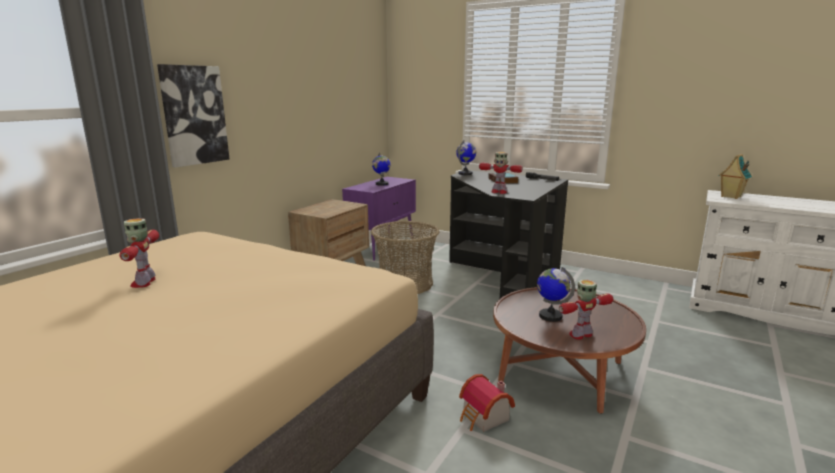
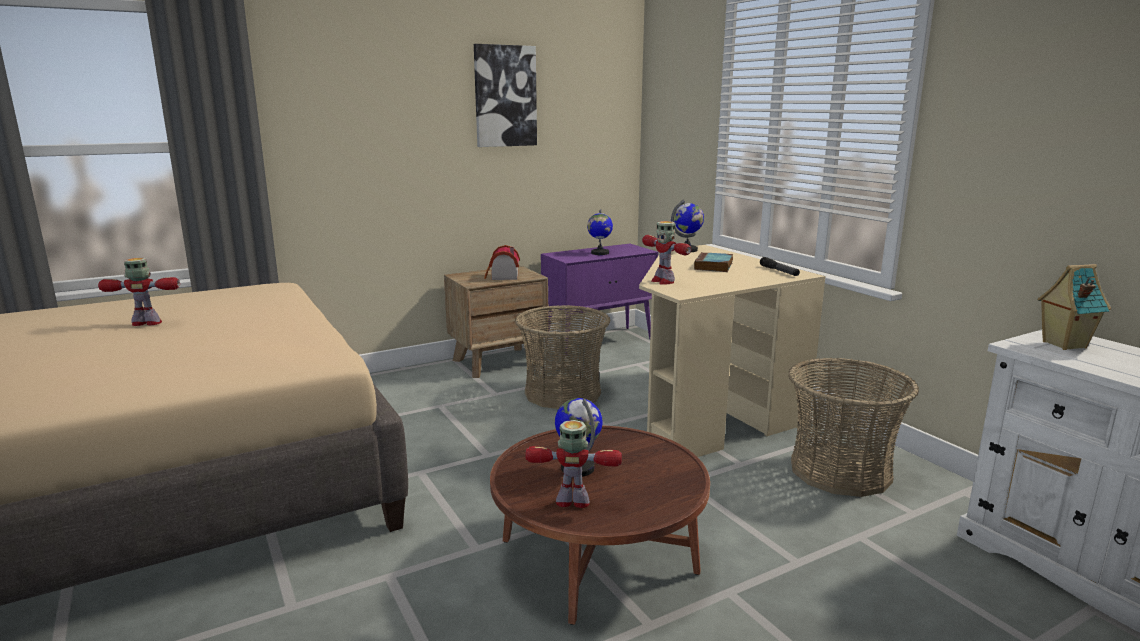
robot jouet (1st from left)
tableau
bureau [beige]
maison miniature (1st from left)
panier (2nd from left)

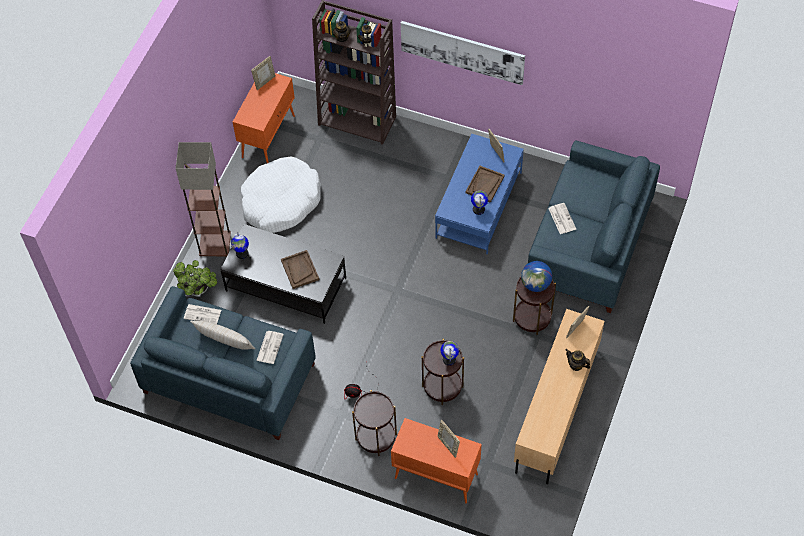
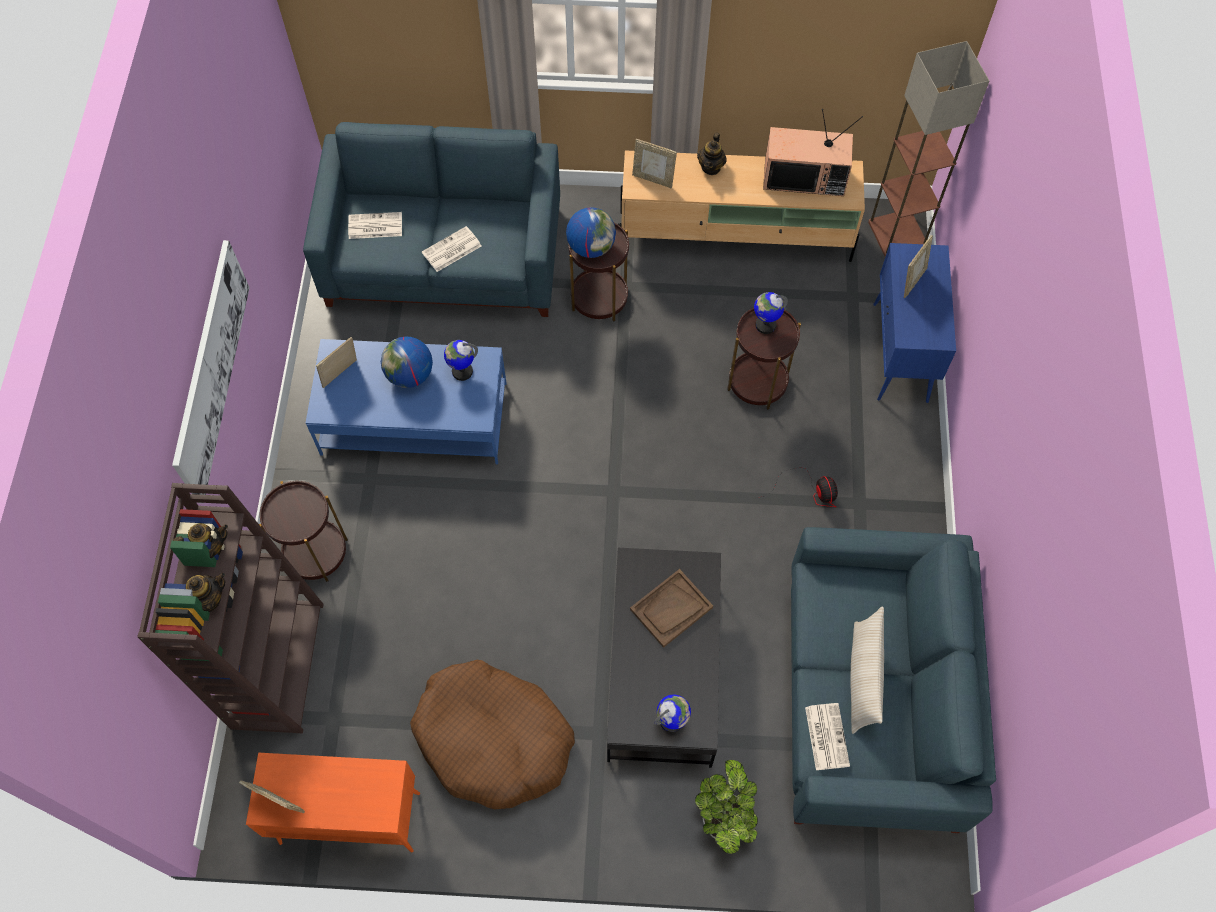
lampadaire
panier pour chien [marron]
journal (1st from left)
table d'appoint [marron] (1st from left)
meuble de rangement [bleu]
globe (1st from left)
téléviseur

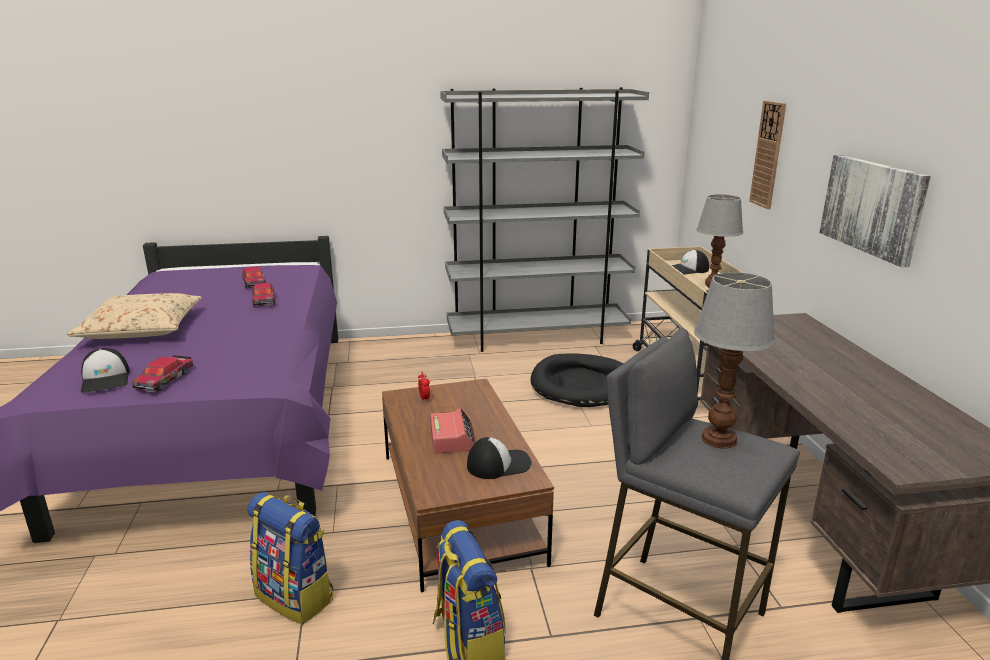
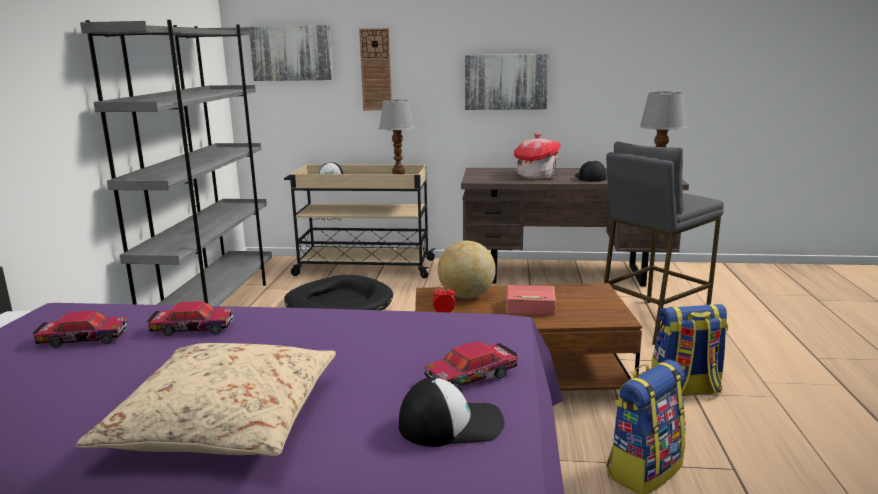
petite voiture (3rd from left)
casquette (3rd from left)
tableau (1st from left)
globe
maison miniature

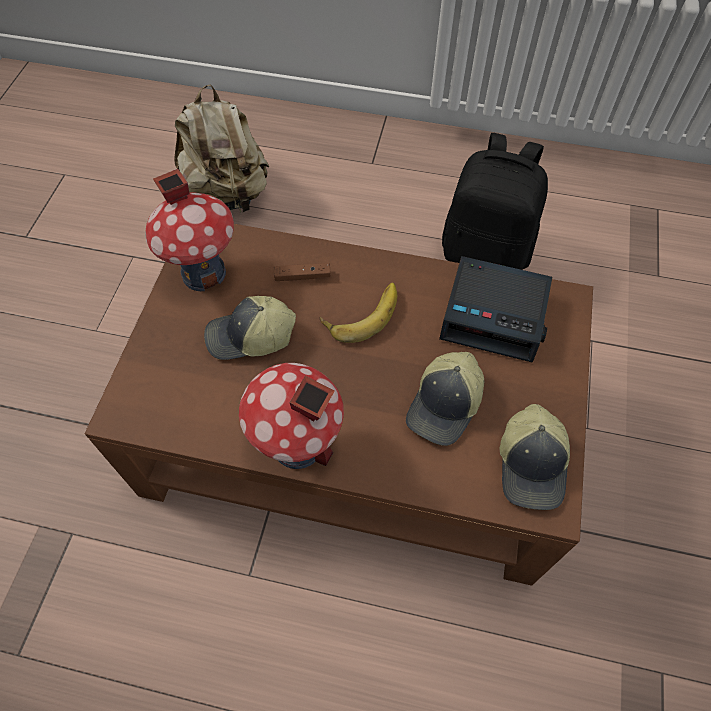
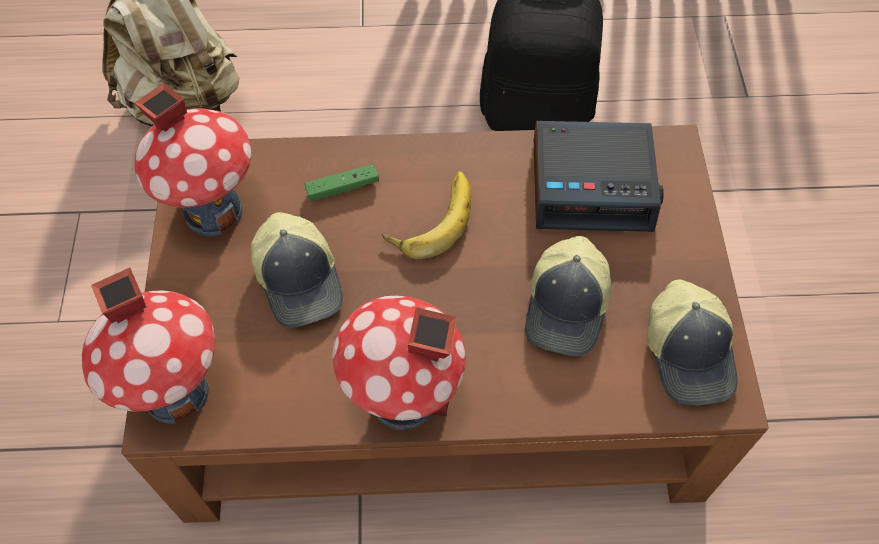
casquette (1st from left)
manette [vert]
maison miniature (1st from left)

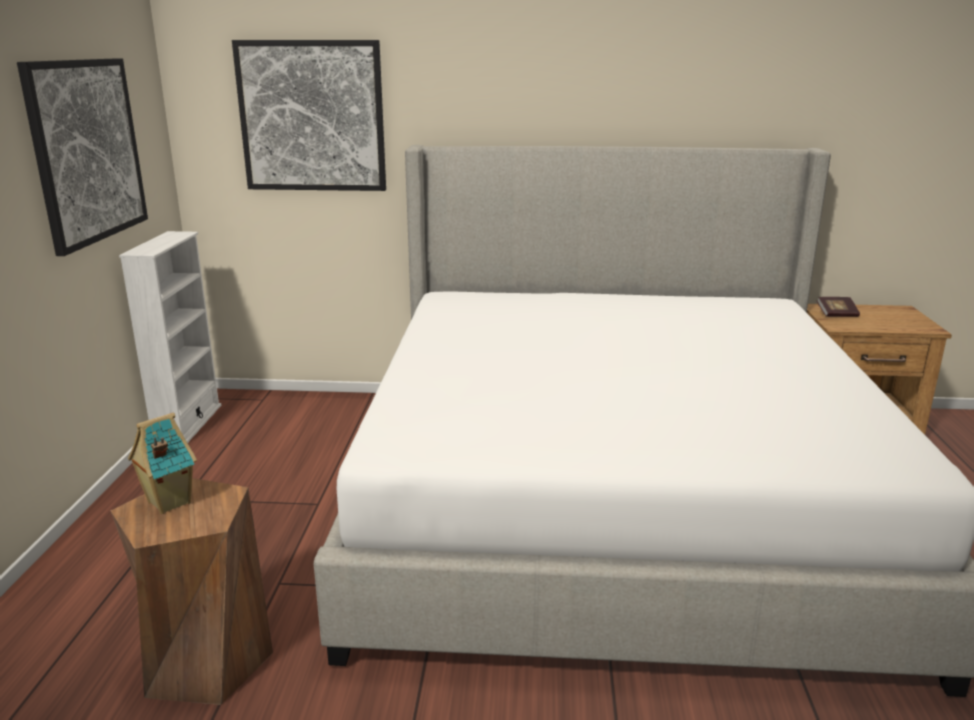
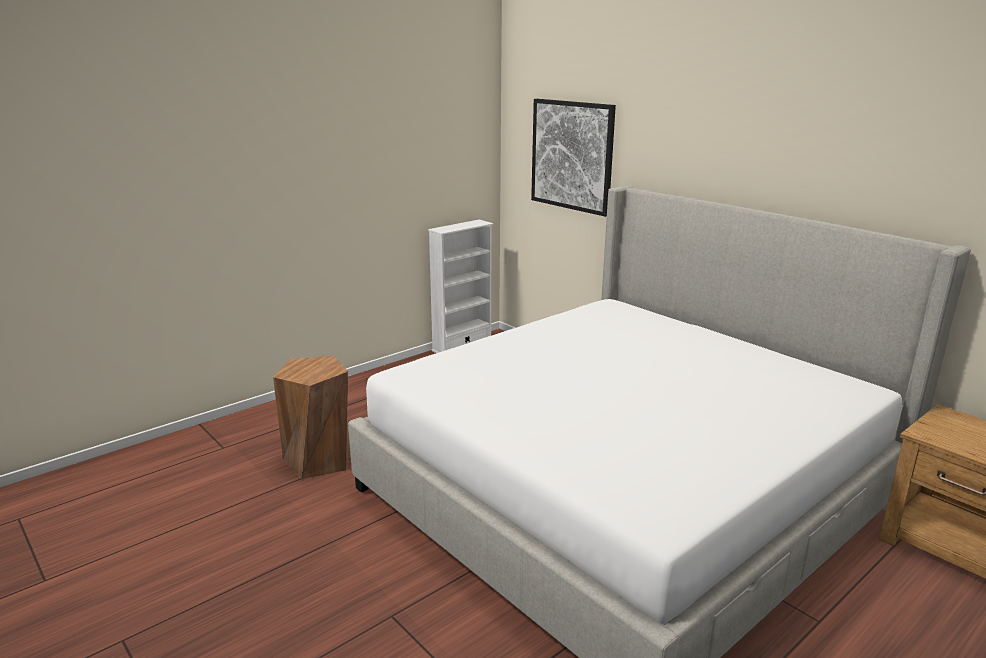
tableau (1st from left in the first image)
maison miniature
livre

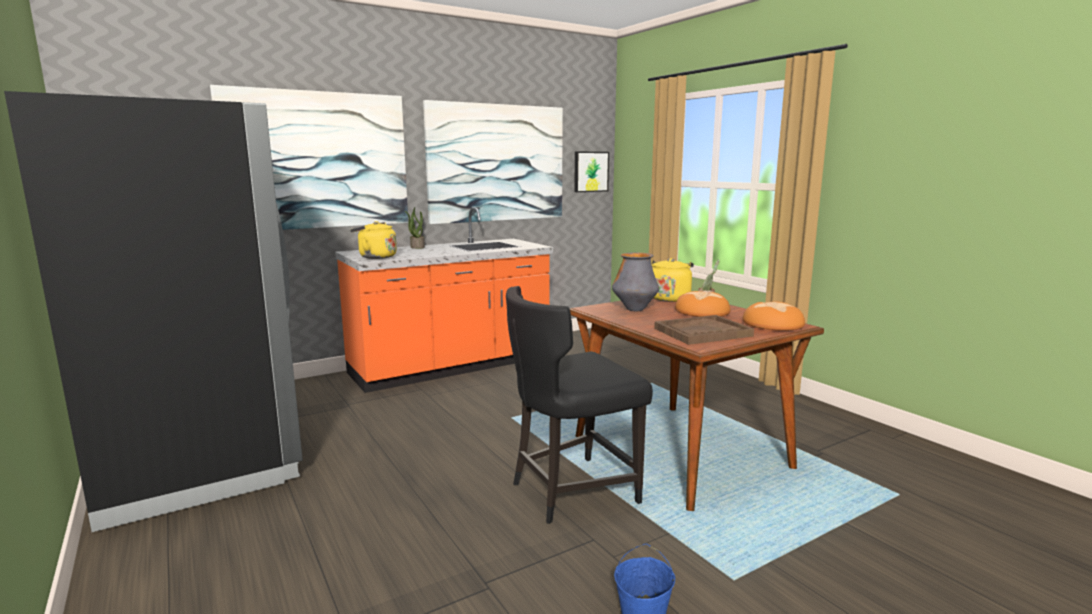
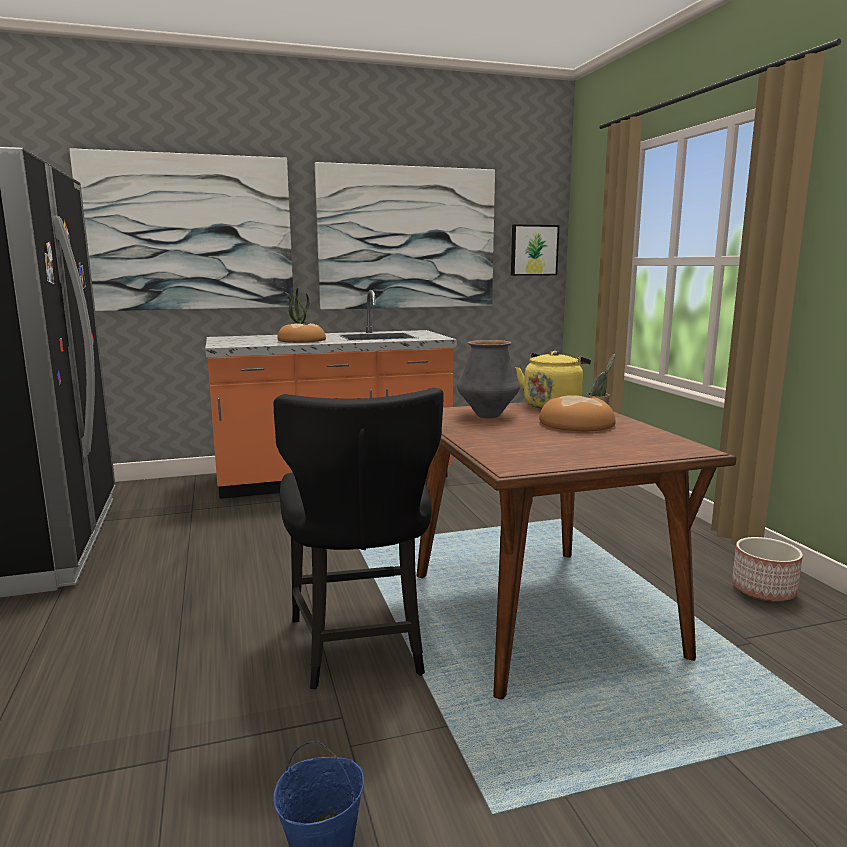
bouilloire [jaune] (1st from left in the first image)
chaise [noir]
plateau [marron]
pain (1st from left)
cache-pot

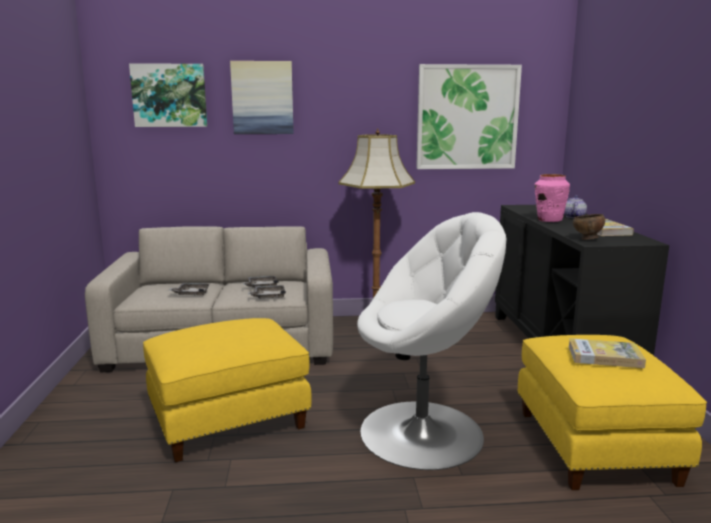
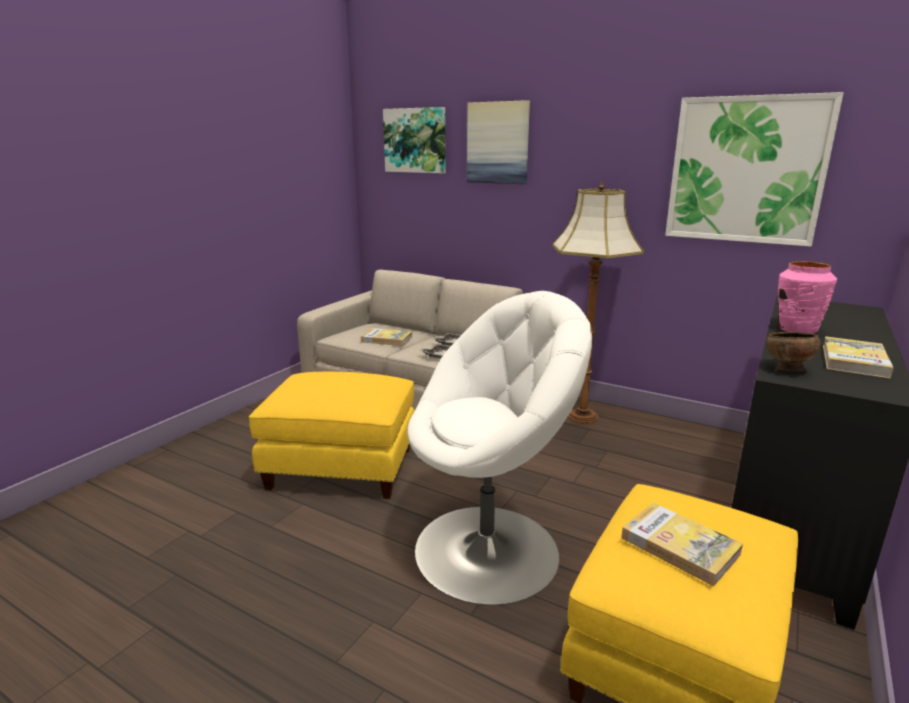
livre (1st from left)
fauteuil [blanc]
théière

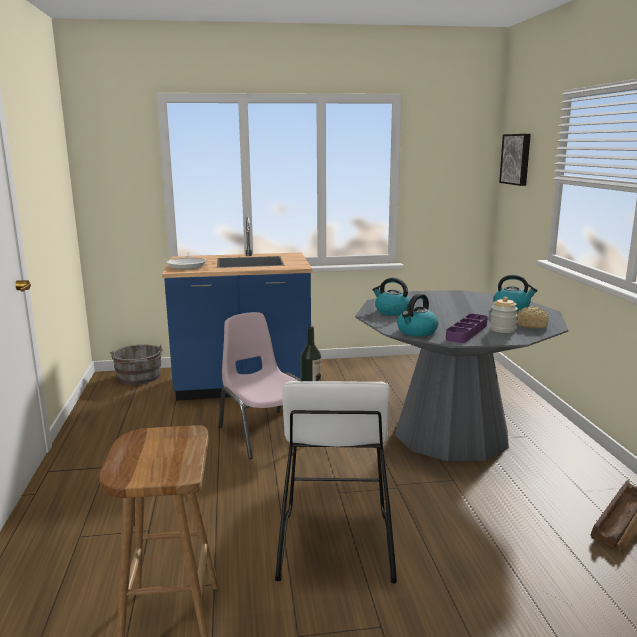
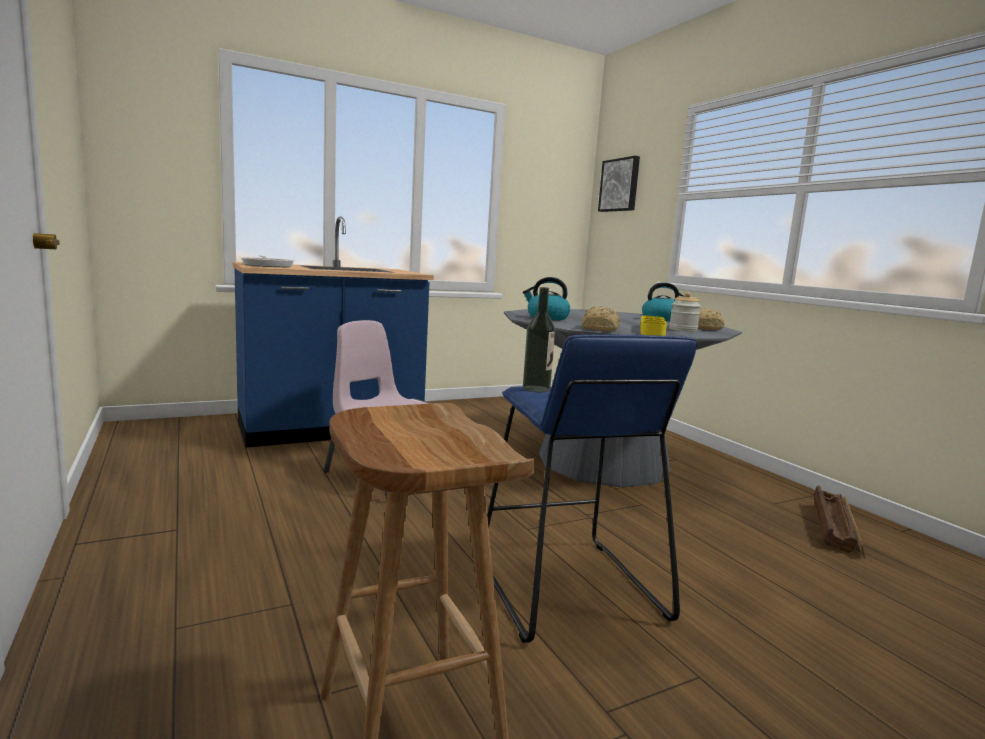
seau [gris]
tabouret [bleu]
pain (1st from left)
plateau [jaune]

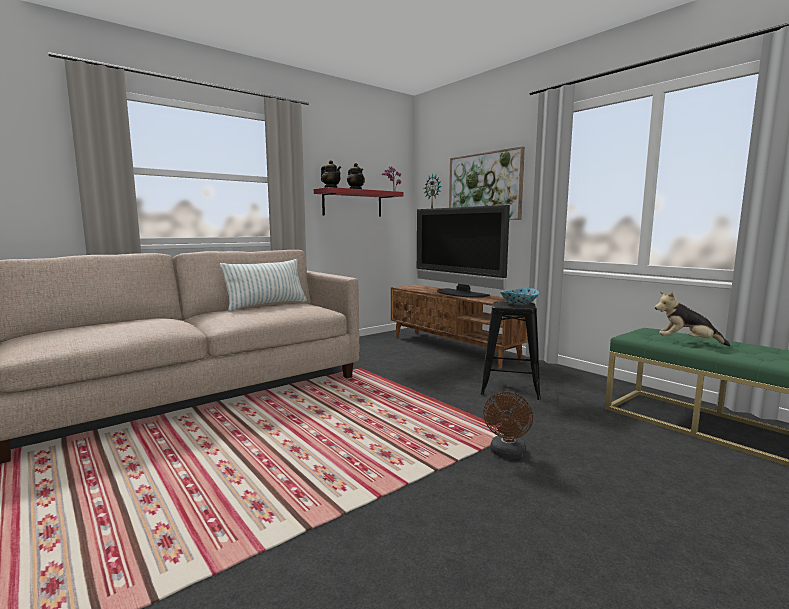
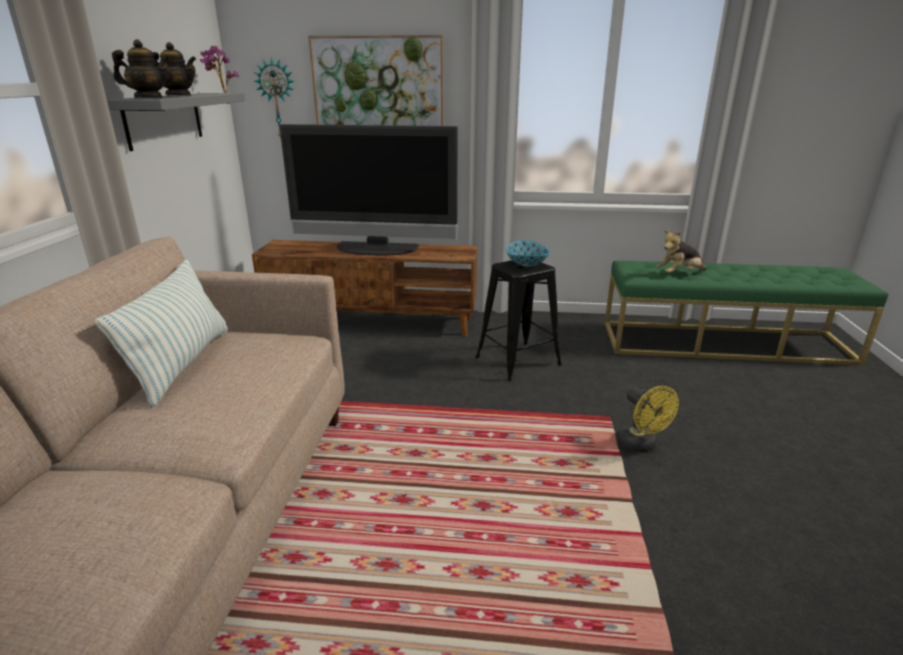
étagère [gris]
ventilateur [jaune]

